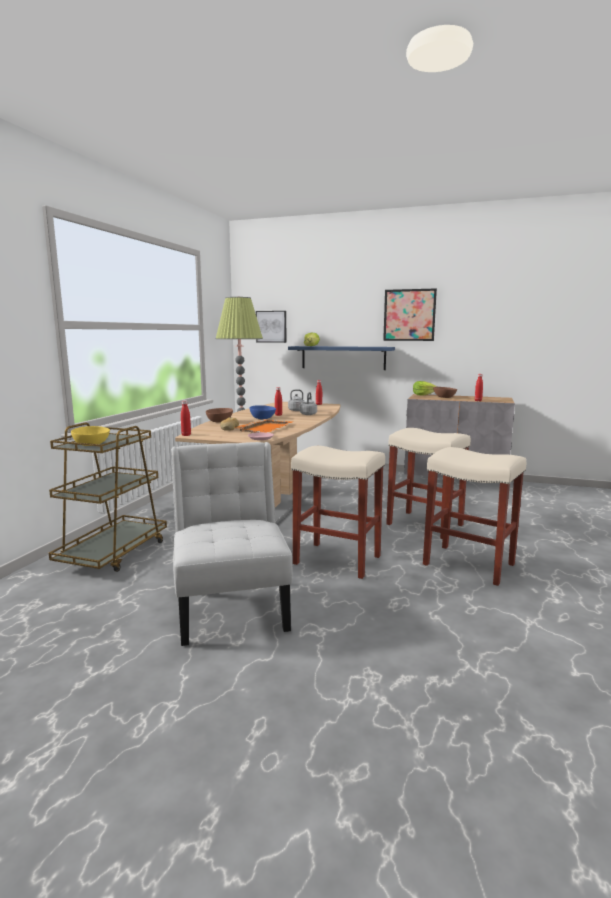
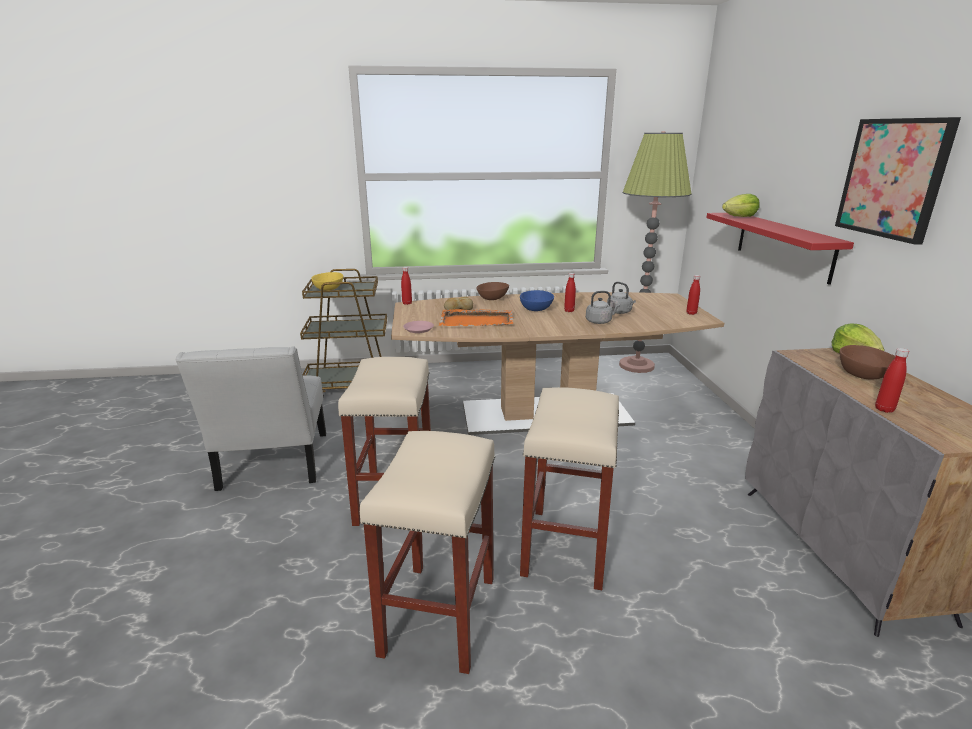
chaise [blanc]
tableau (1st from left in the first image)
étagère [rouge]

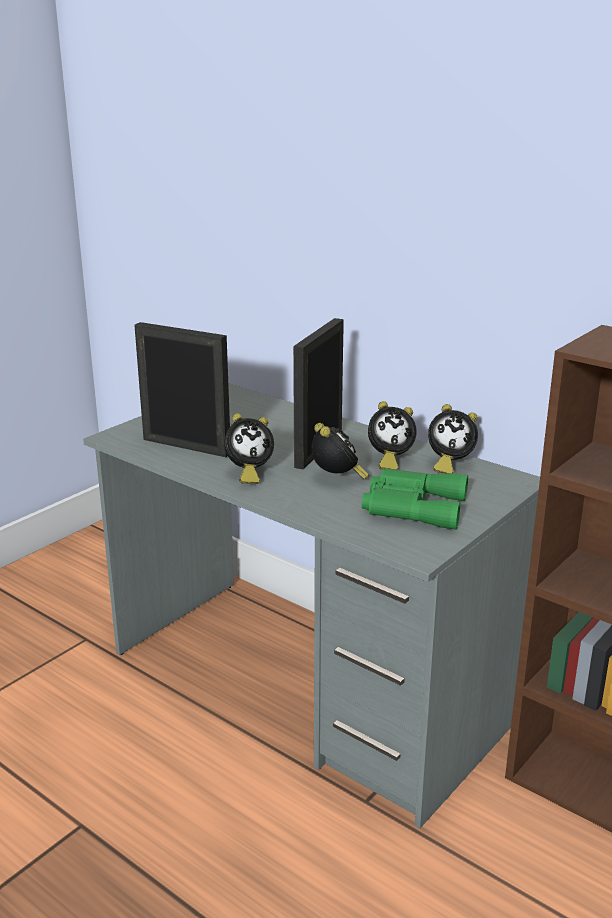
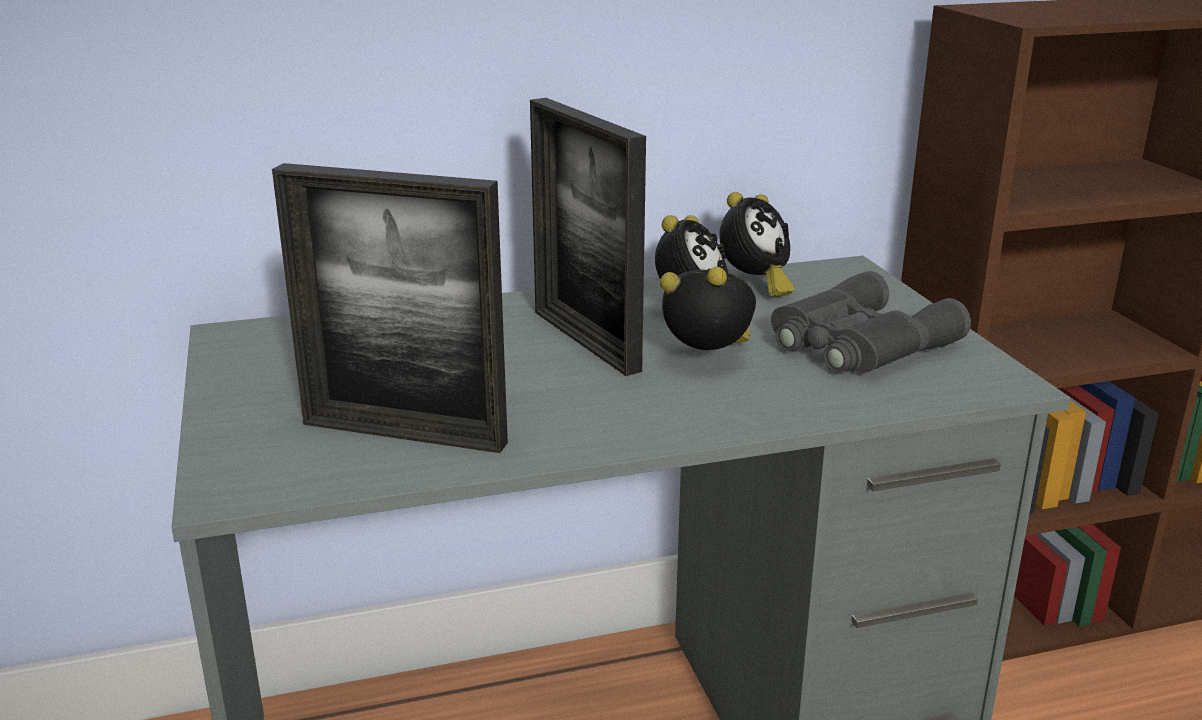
cadre photo (1st from left)
réveil (1st from left in the first image)
jumelles [gris]

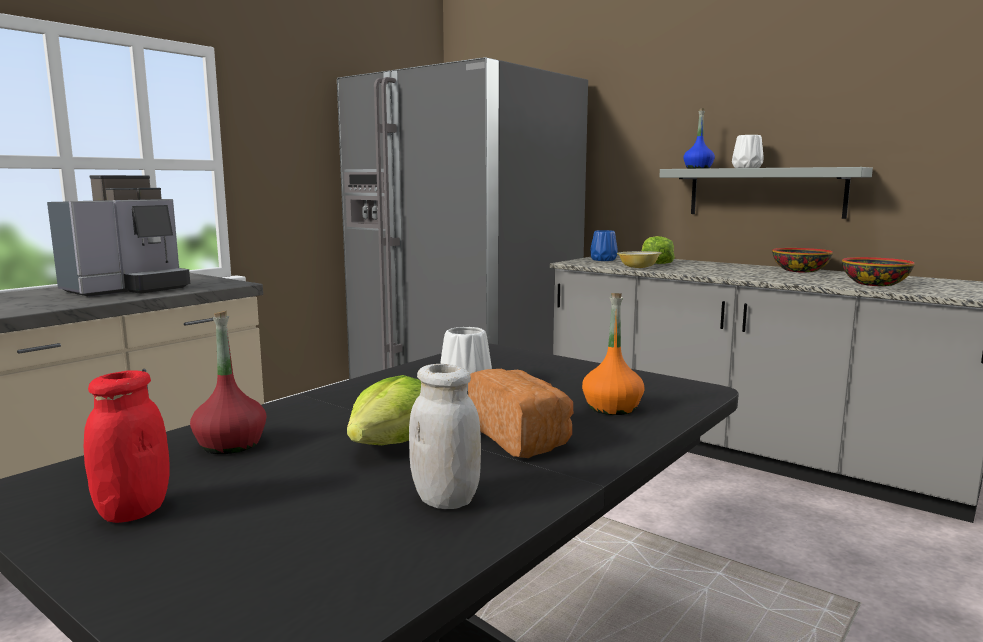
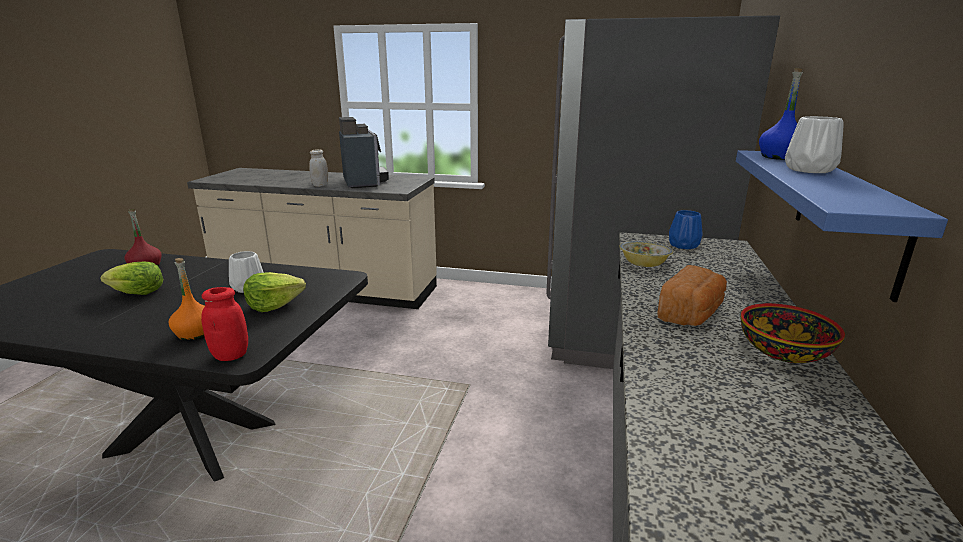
machine à café
bocal [rouge]
bocal [blanc]
pain
laitue (2nd from left)
étagère [bleu]
bol (3rd from left in the first image)

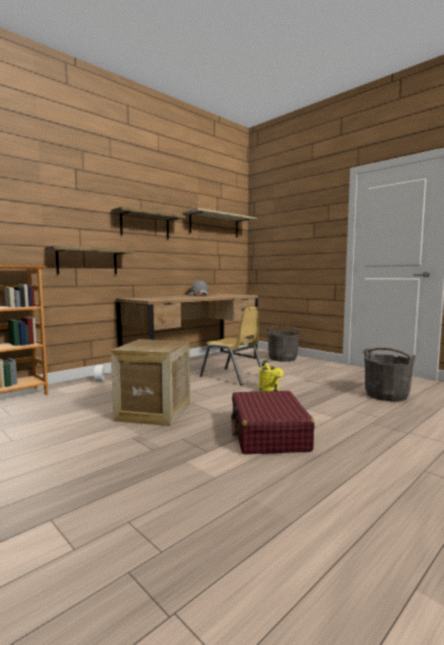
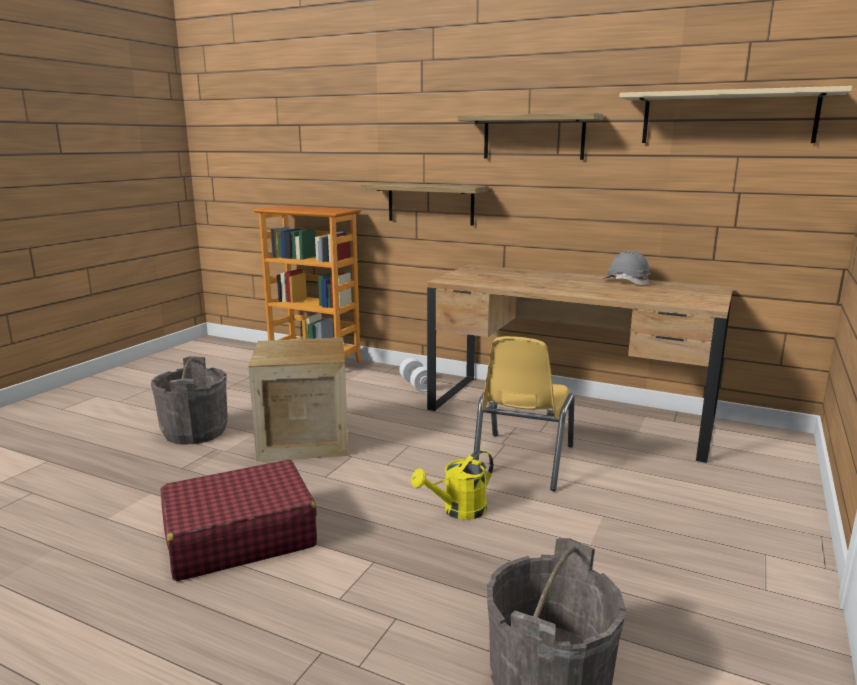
seau [gris] (1st from left)

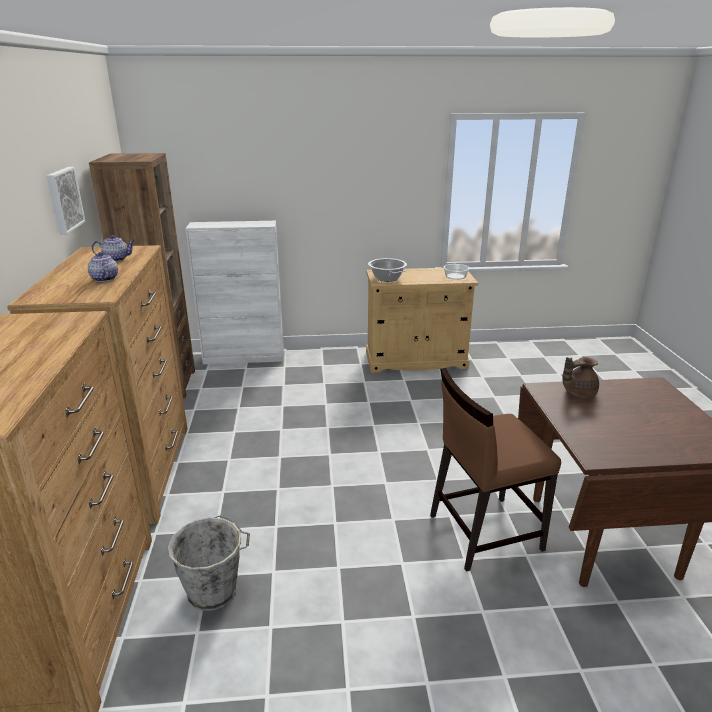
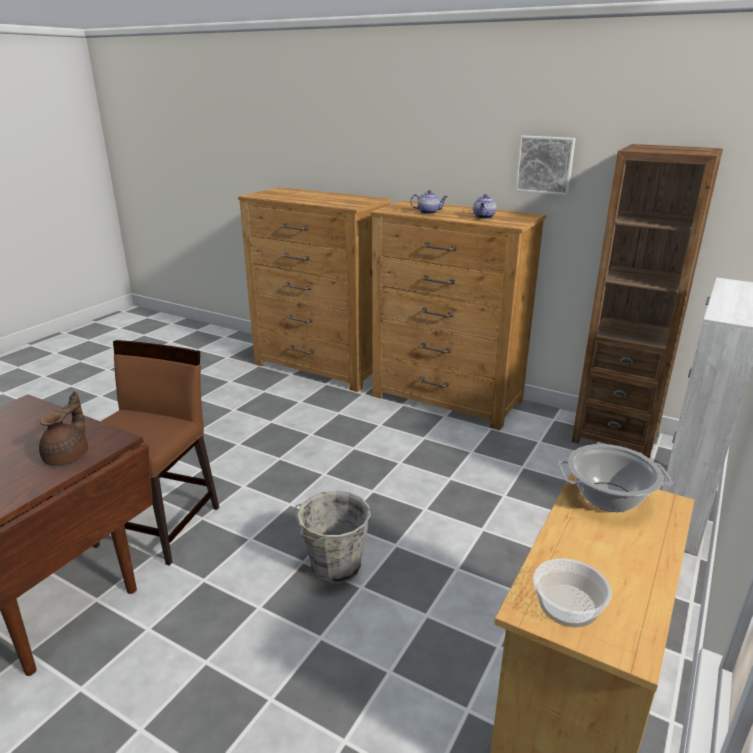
seau [gris]

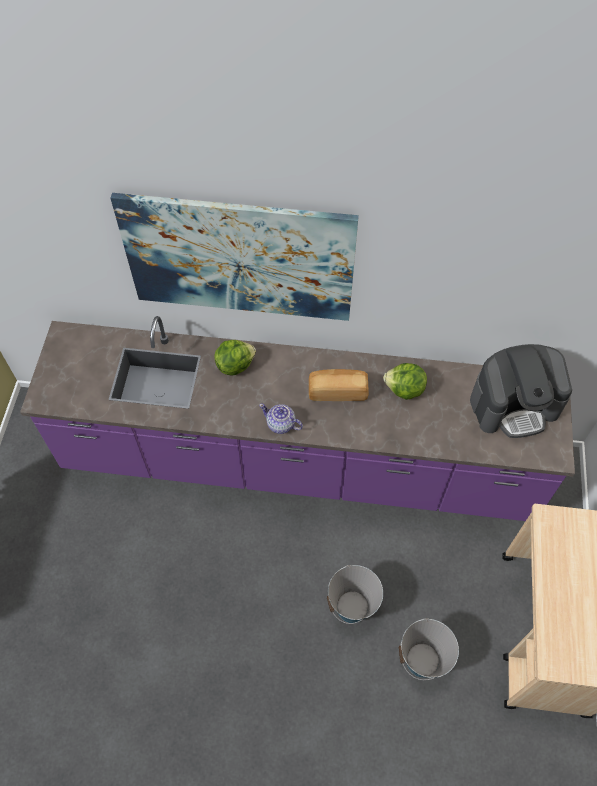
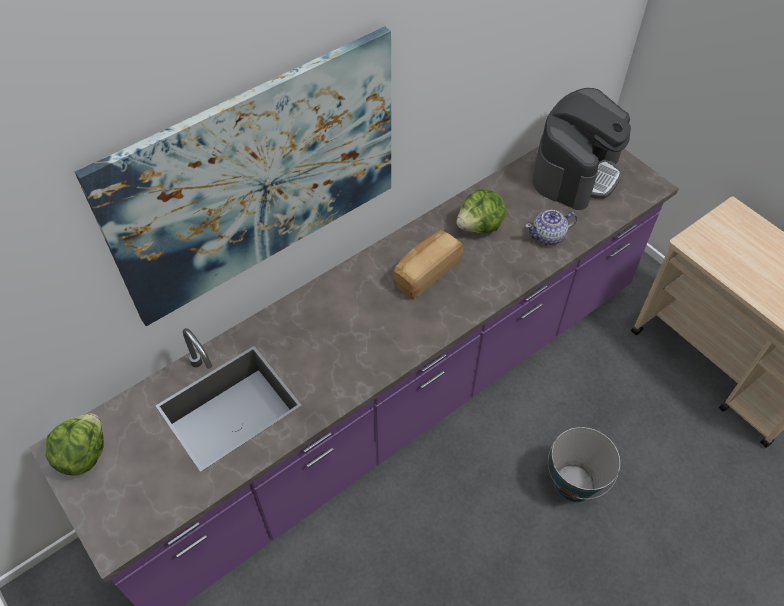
laitue (1st from left)
théière
seau (2nd from left in the first image)

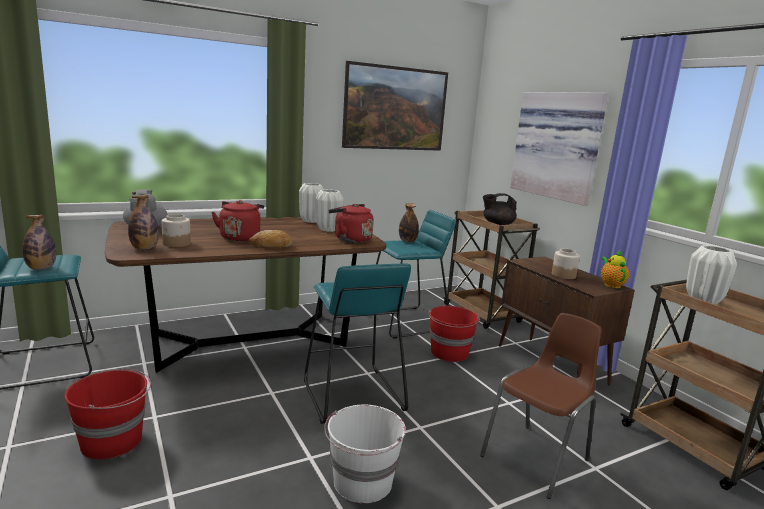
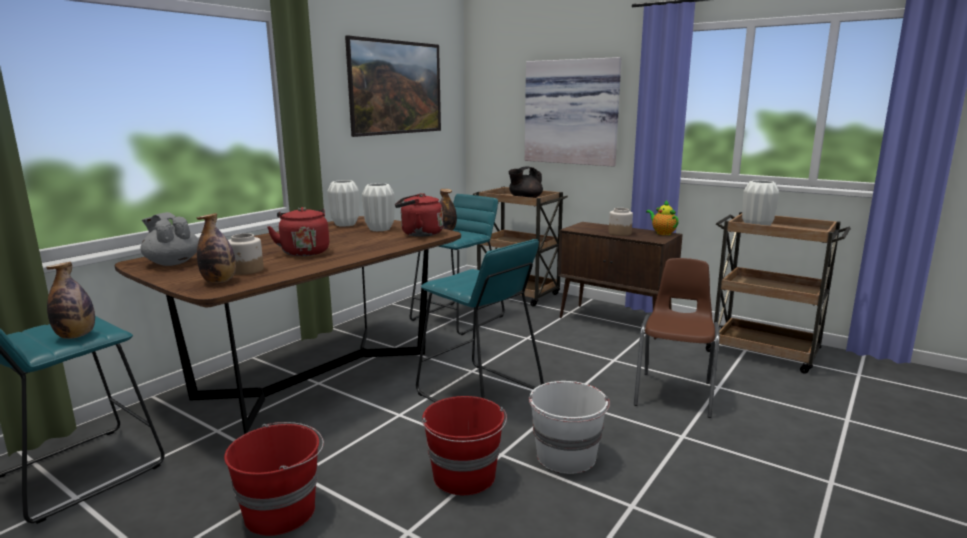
pain
seau [rouge] (2nd from left)

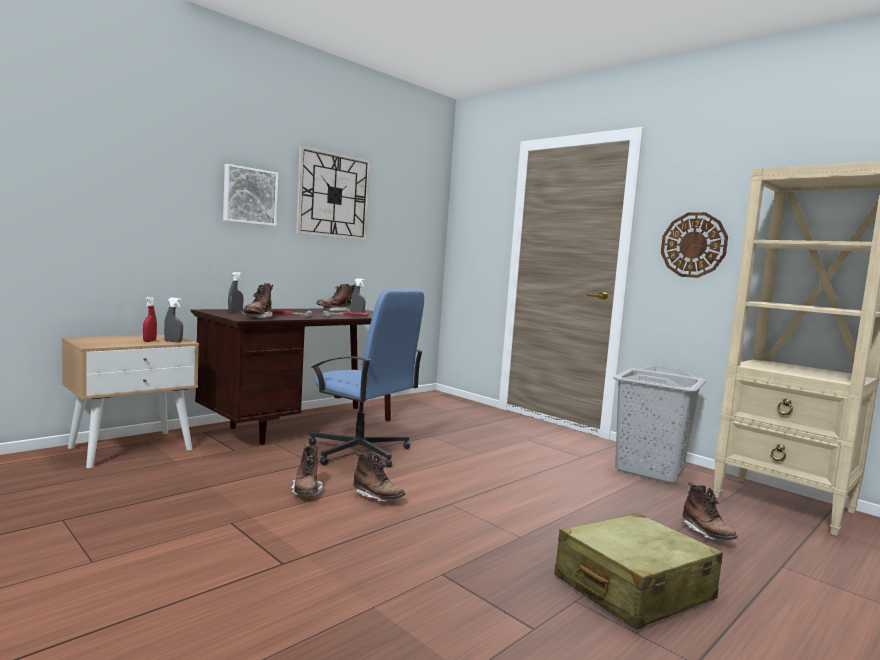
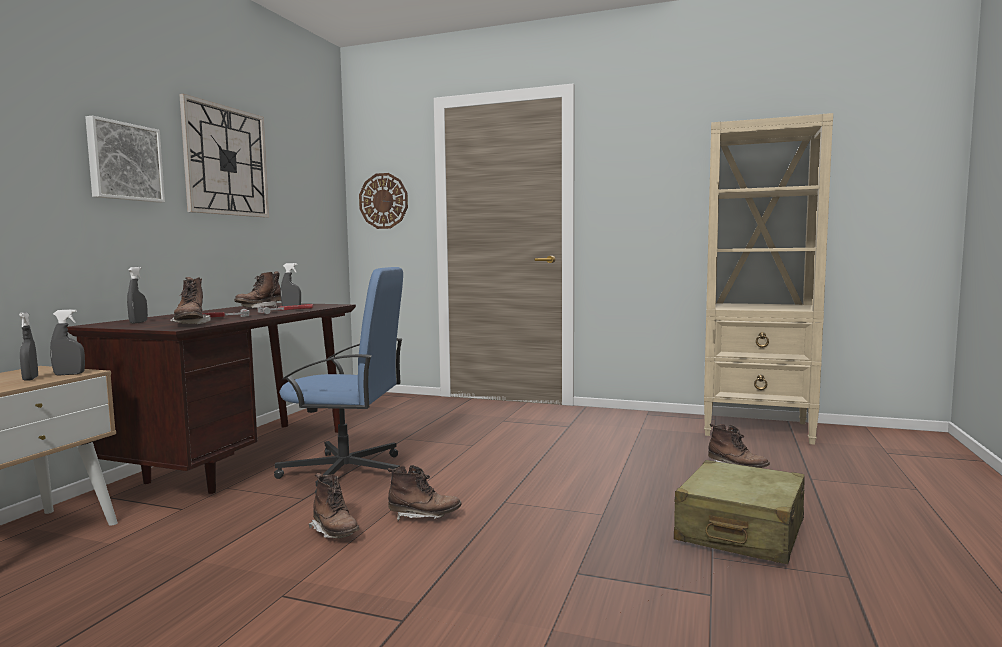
vaporisateur [gris] (1st from left)
panier à linge [gris]
horloge murale (2nd from left)

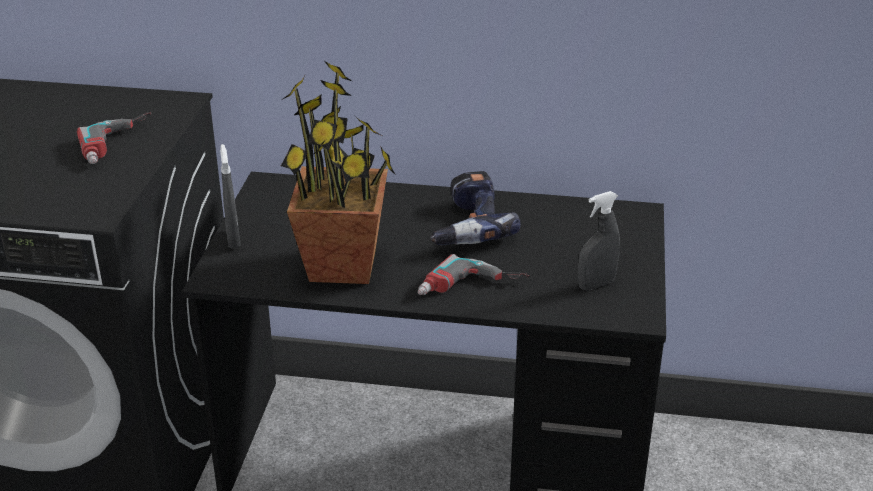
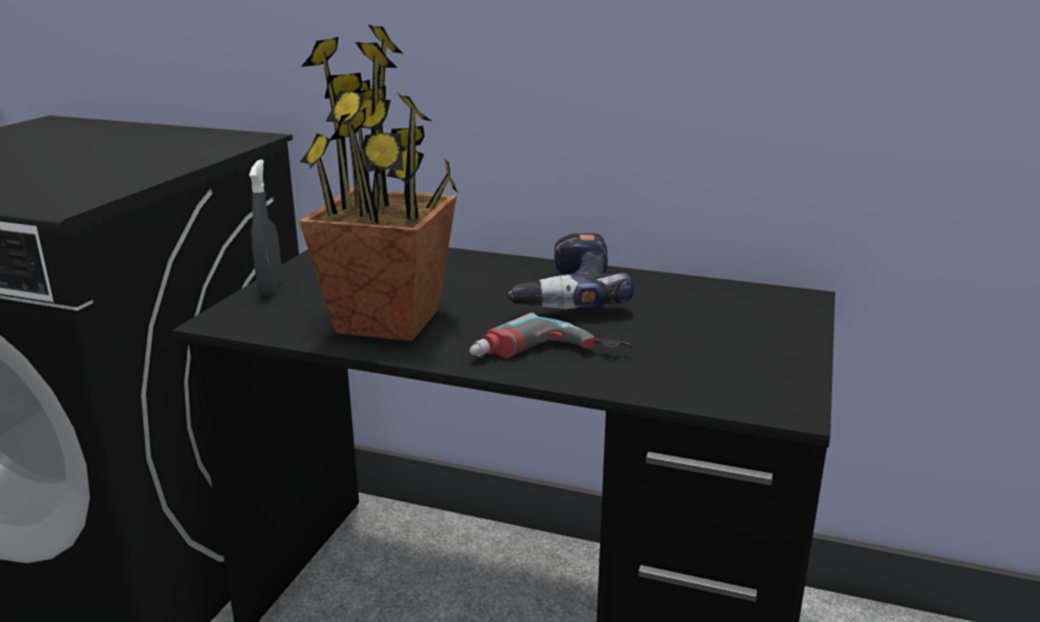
perceuse (1st from left in the first image)
vaporisateur [gris] (2nd from left in the first image)

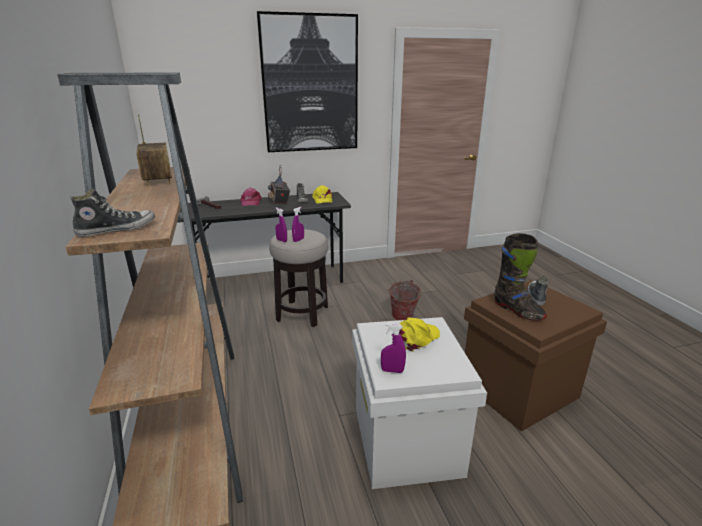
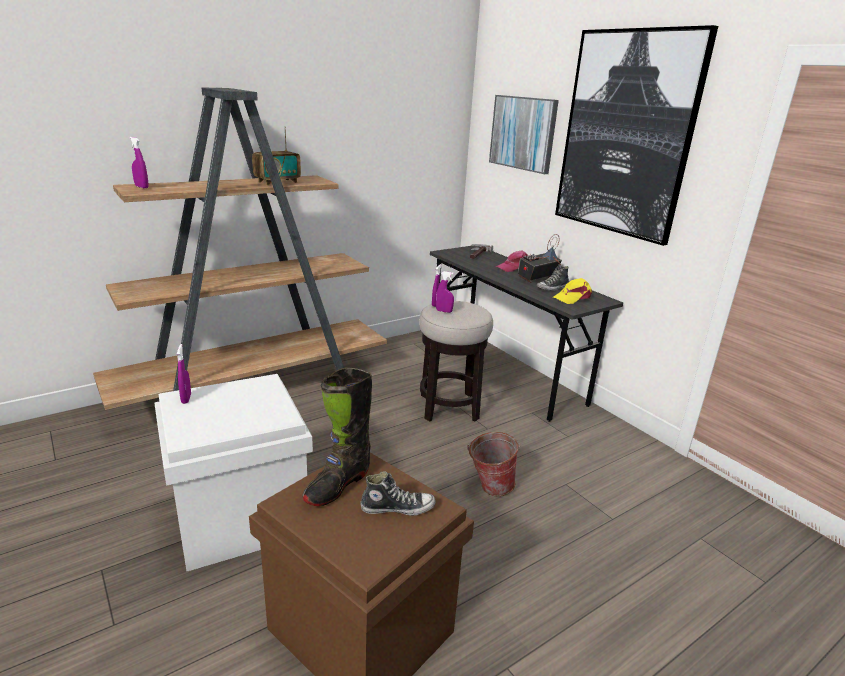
vaporisateur [violet] (1st from left)
casquette [jaune] (2nd from left in the first image)
tableau (1st from left)

